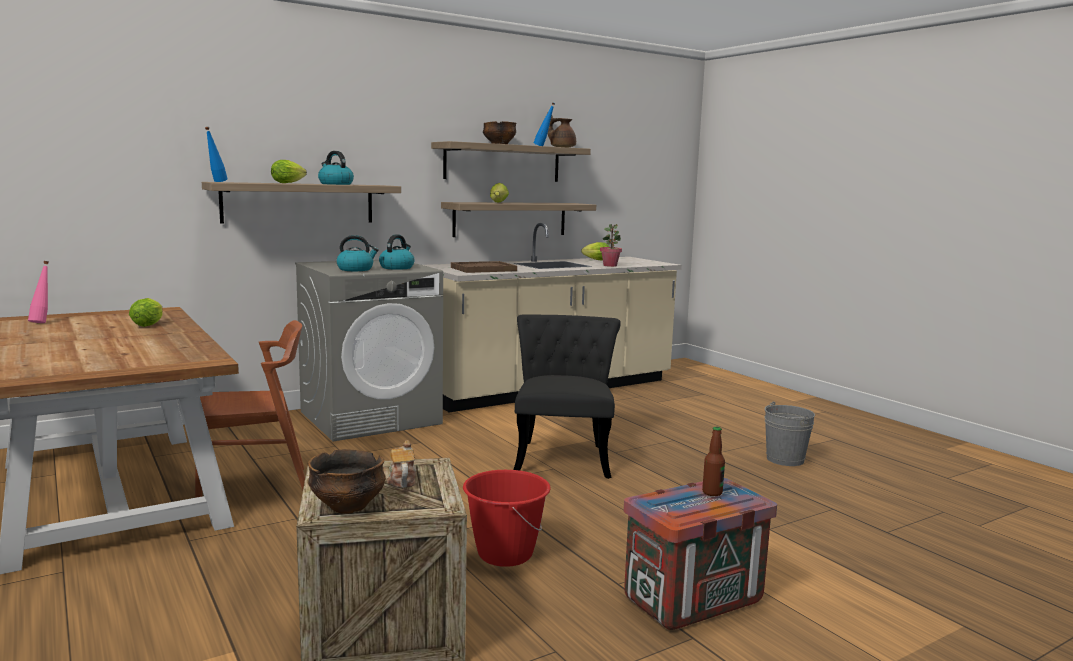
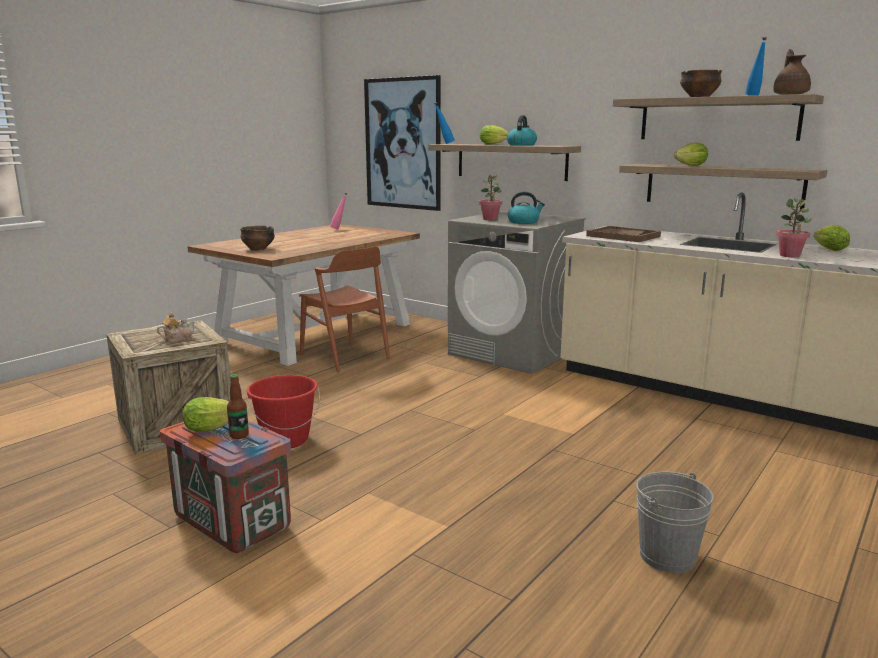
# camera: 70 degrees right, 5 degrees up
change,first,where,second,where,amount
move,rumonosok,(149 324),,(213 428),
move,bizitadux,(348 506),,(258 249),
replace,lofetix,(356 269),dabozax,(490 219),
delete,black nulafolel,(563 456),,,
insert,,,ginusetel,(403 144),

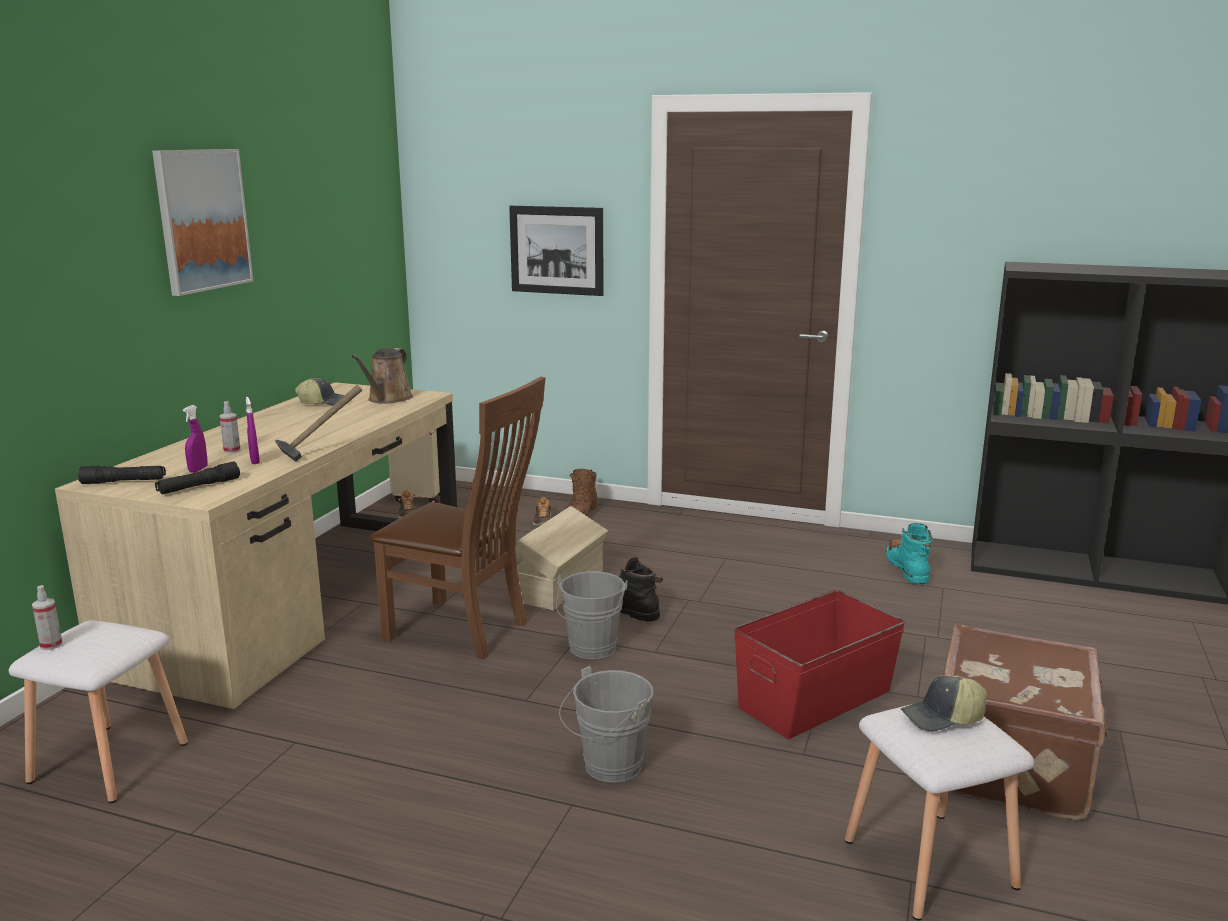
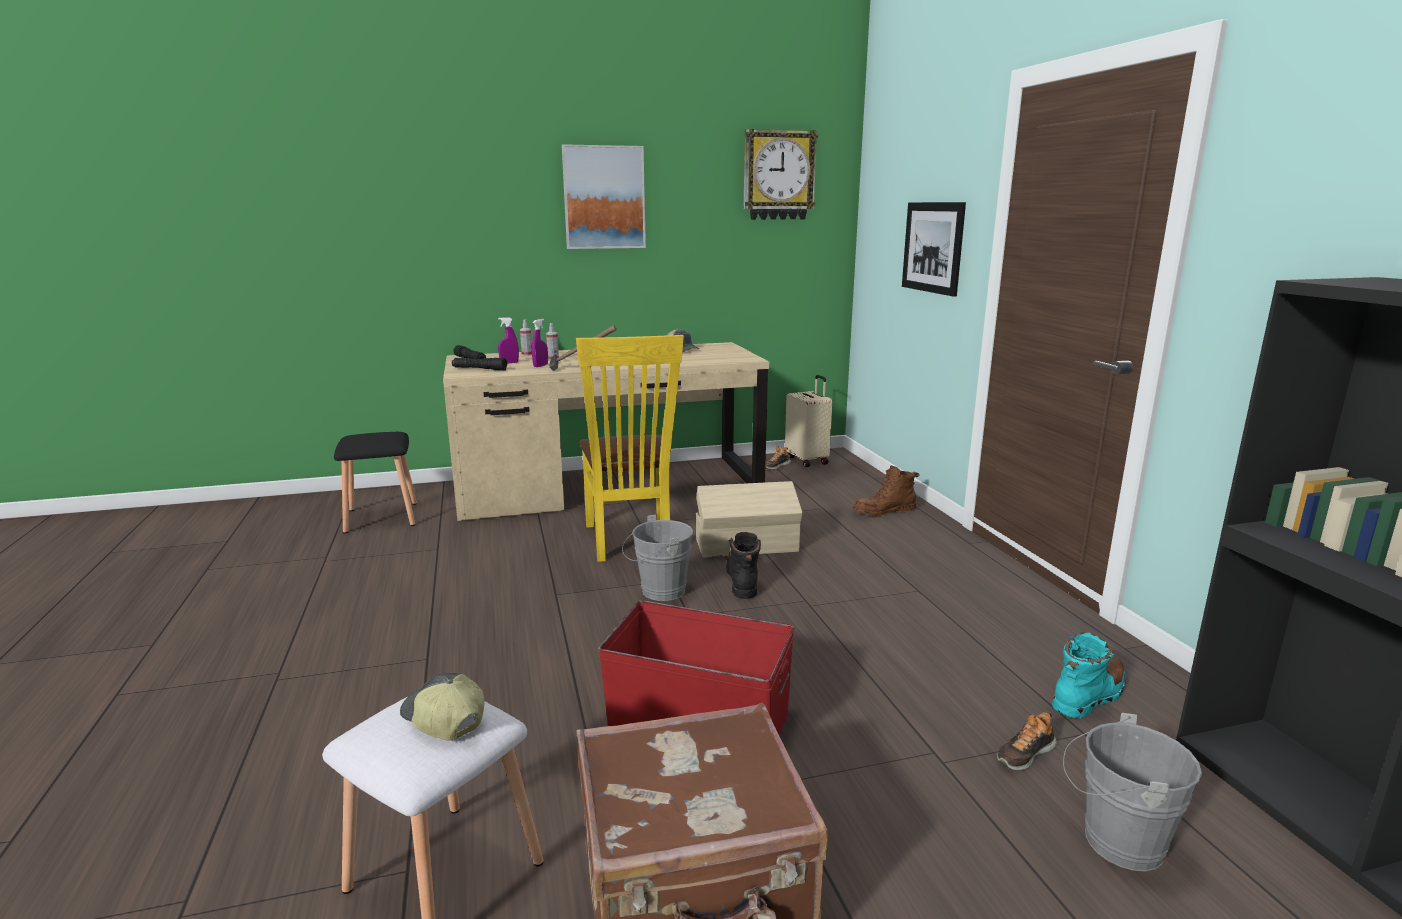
# camera: 55 degrees right, 0 degrees up
change,first,where,second,where,amount
recolor,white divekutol,(110 761),black divekutol,(383 517),
move,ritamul,(51 645),,(527 354),
delete,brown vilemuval,(388 399),,,
recolor,brown nulafolel,(464 631),yellow nulafolel,(630 542),
move,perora,(542 521),,(1024 754),
move,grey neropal,(608 768),,(1114 841),
insert,,,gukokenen,(778 175),

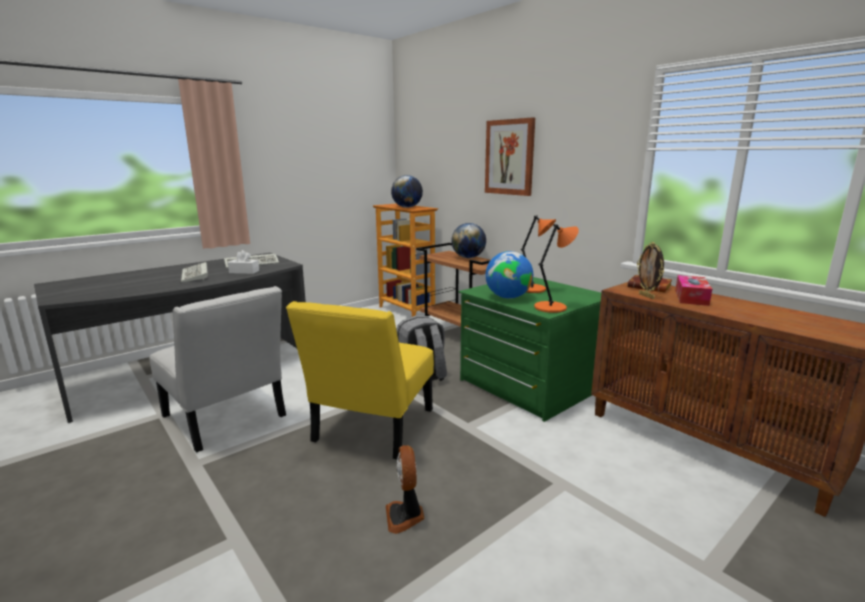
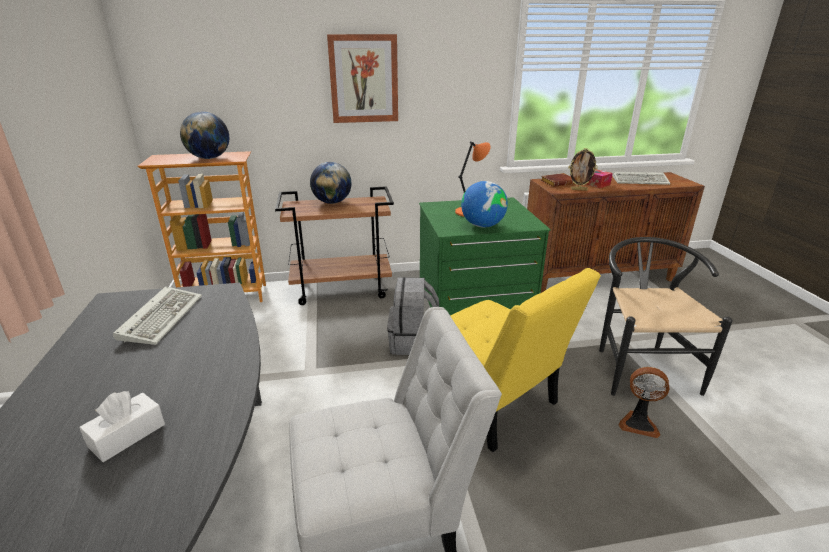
# camera: 60 degrees left, 10 degrees up
change,first,where,second,where,amount
move,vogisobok,(196 275),,(641 181),
move,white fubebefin,(244 271),,(127 435),
delete,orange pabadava,(552 307),,,
insert,,,black nulafolel,(639 366),

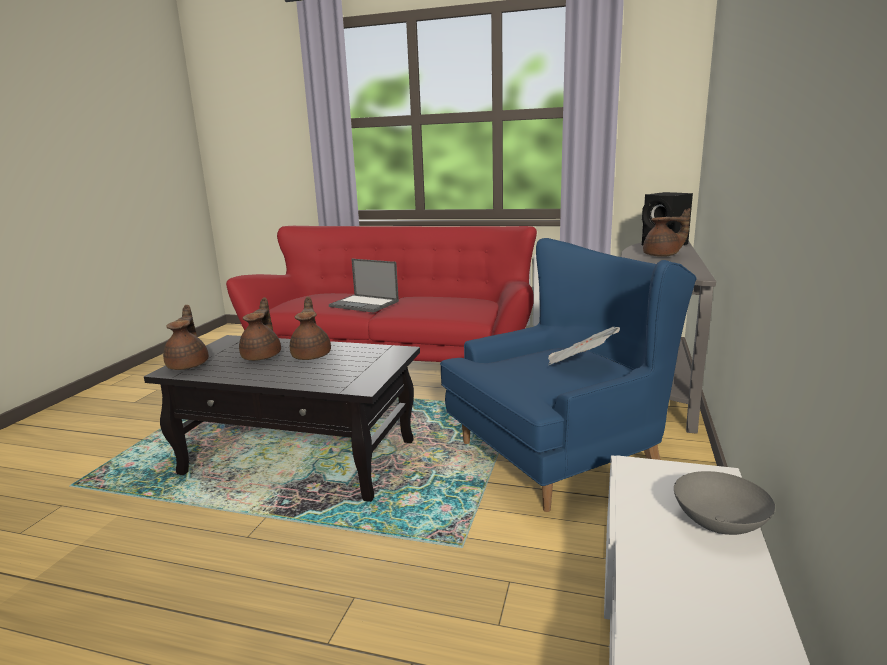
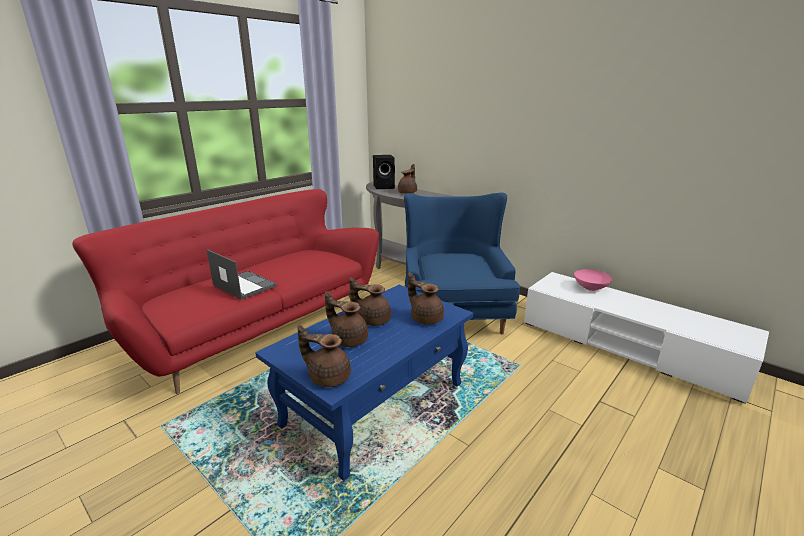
# camera: 65 degrees left, 5 degrees up
change,first,where,second,where,amount
recolor,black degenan,(301 458),blue degenan,(376 403),
rotate,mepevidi,(365 304),,(244 285),105 degrees counterclockwise
delete,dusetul,(579 364),,,
recolor,grey bizitadux,(720 525),pink bizitadux,(590 288),
insert,,,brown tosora,(426 318),

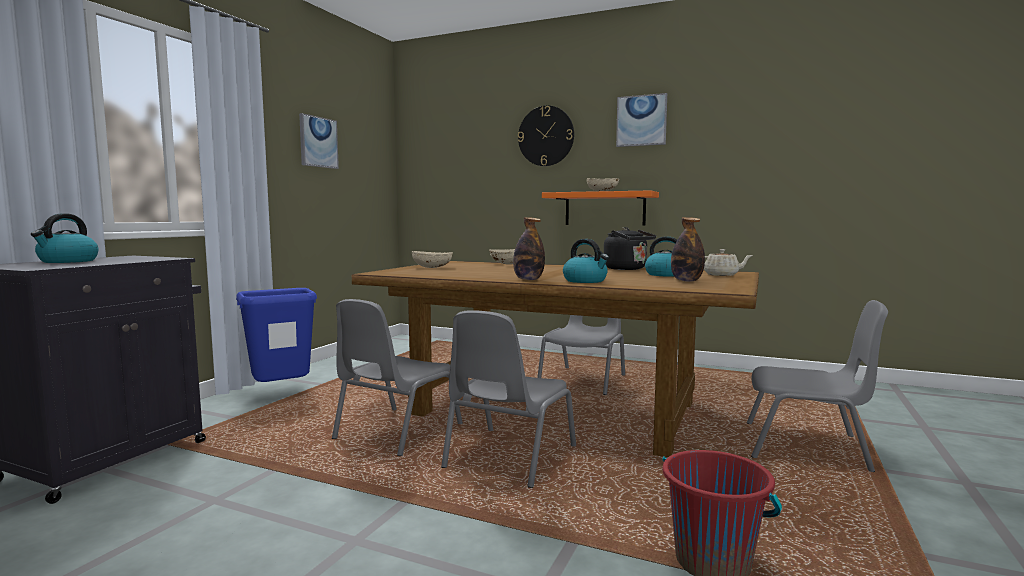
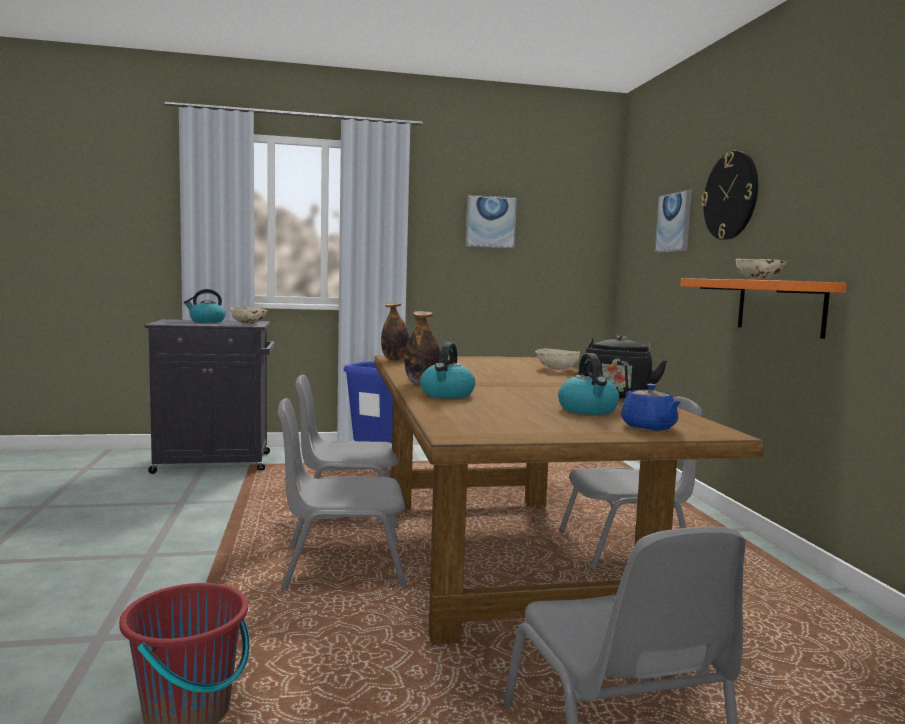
# camera: 55 degrees right, 0 degrees up
change,first,where,second,where,amount
move,beige bizitadux,(432 267),,(249 324),
move,ginusetel,(641 120),,(674 222),
move,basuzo,(686 281),,(395 360),
recolor,beige tosora,(722 275),blue tosora,(649 427),

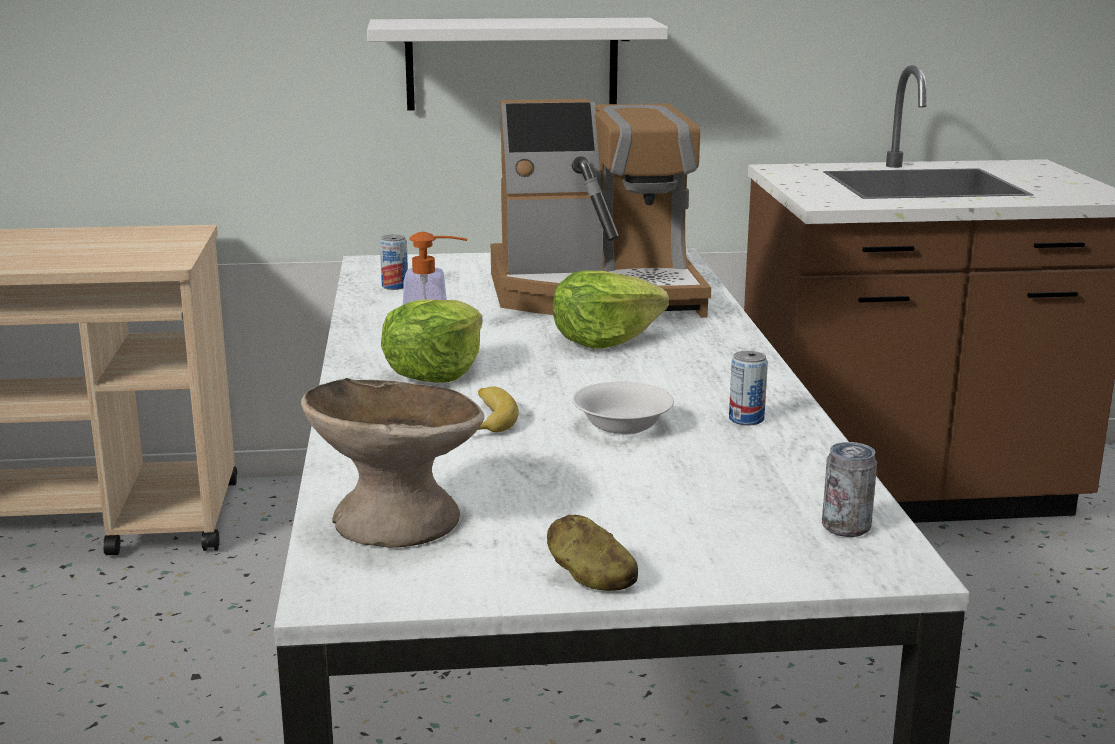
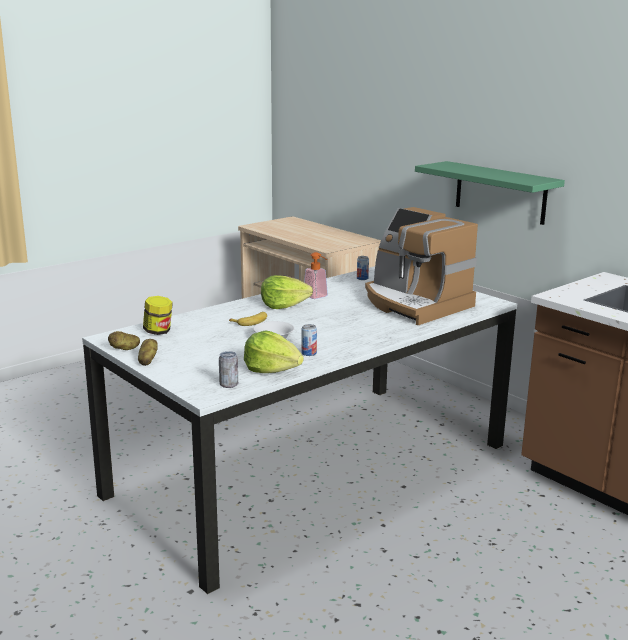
# camera: 55 degrees right, 0 degrees up
change,first,where,second,where,amount
replace,beige bizitadux,(396 520),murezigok,(158 331),
recolor,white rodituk,(512 64),green rodituk,(500 192),
move,rumonosok,(604 339),,(272 369),
insert,,,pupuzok,(125 349),

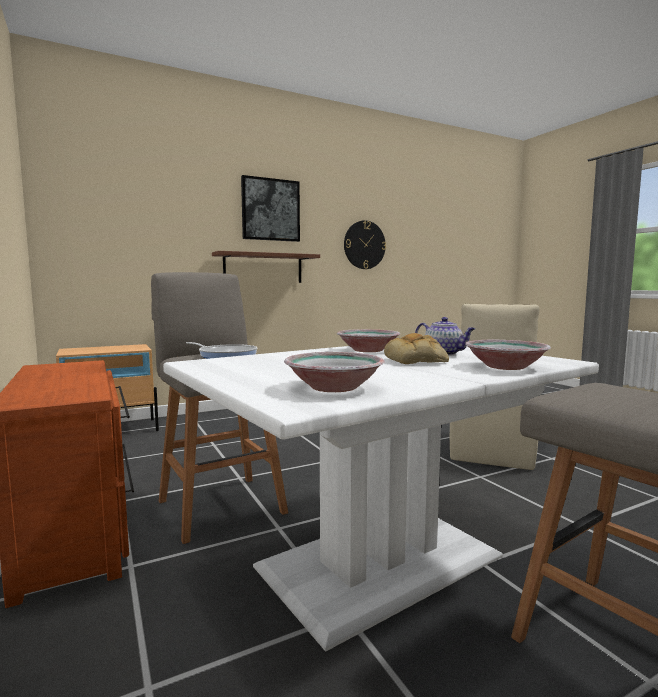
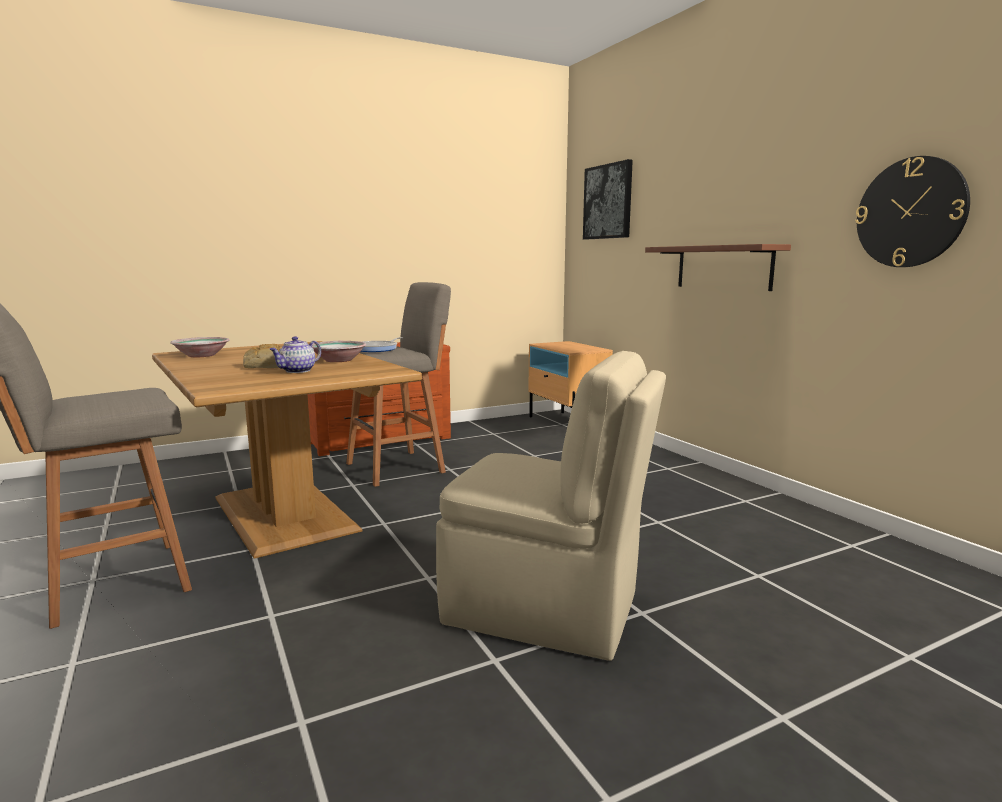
# camera: 90 degrees right, 5 degrees up
change,first,where,second,where,amount
recolor,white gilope,(377 560),brown gilope,(286 513),
move,ginusetel,(270 210),,(608 202),
delete,bizitadux,(504 367),,,

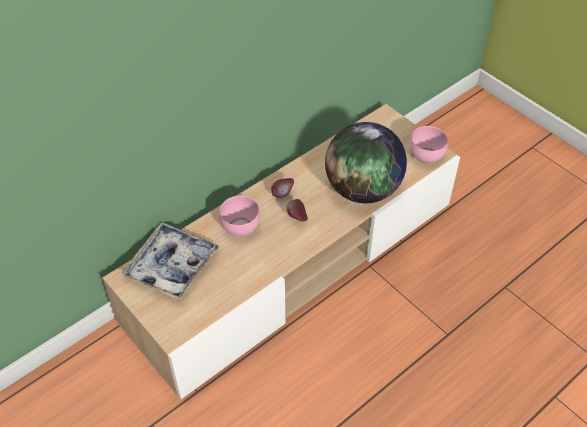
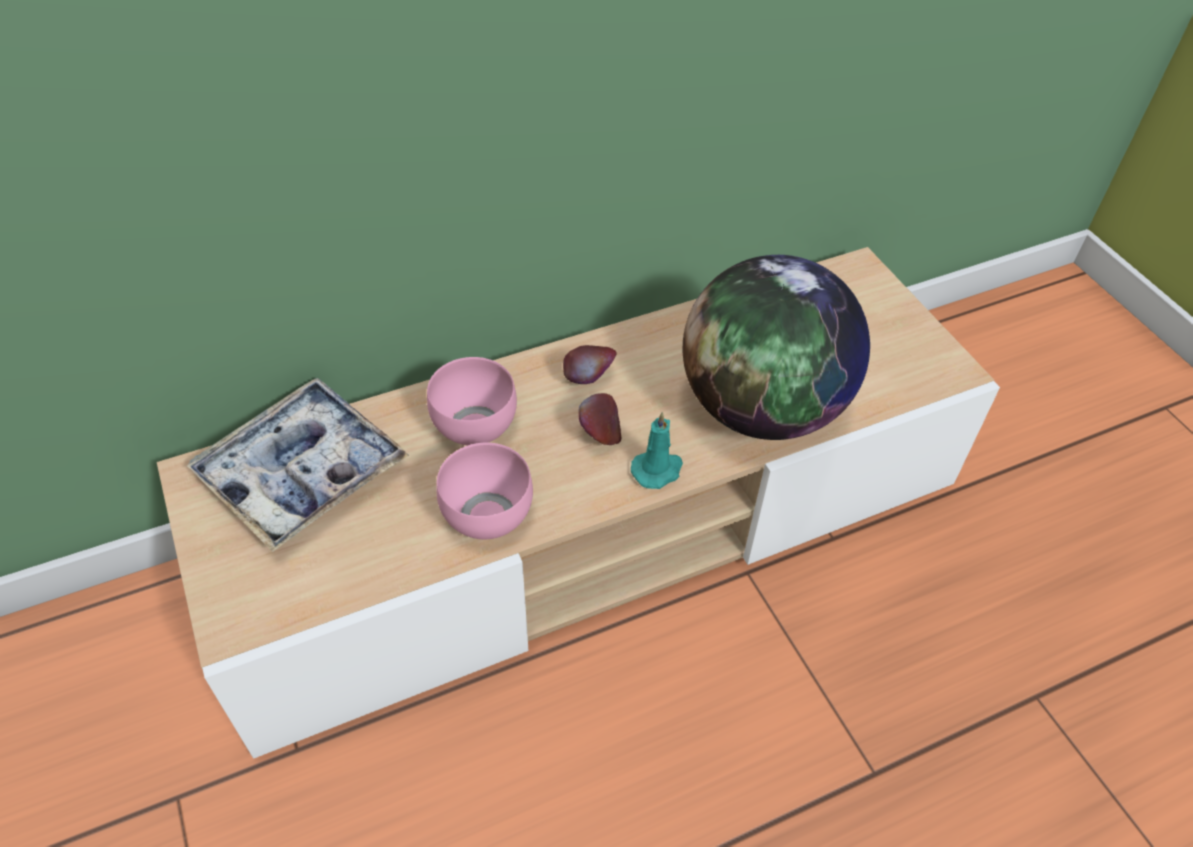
# camera: 15 degrees right, 0 degrees up
change,first,where,second,where,amount
move,pink bizitadux,(427 156),,(491 517),
insert,,,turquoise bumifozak,(658 470),

